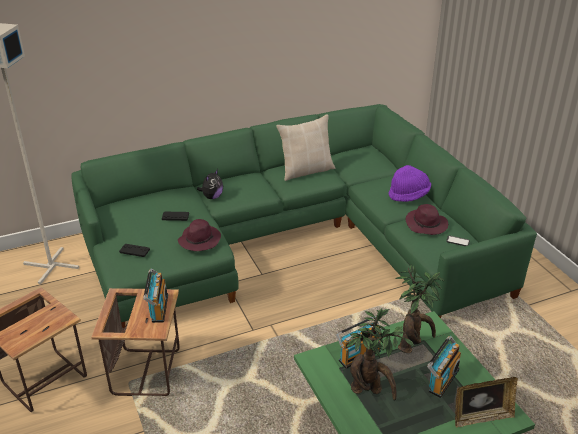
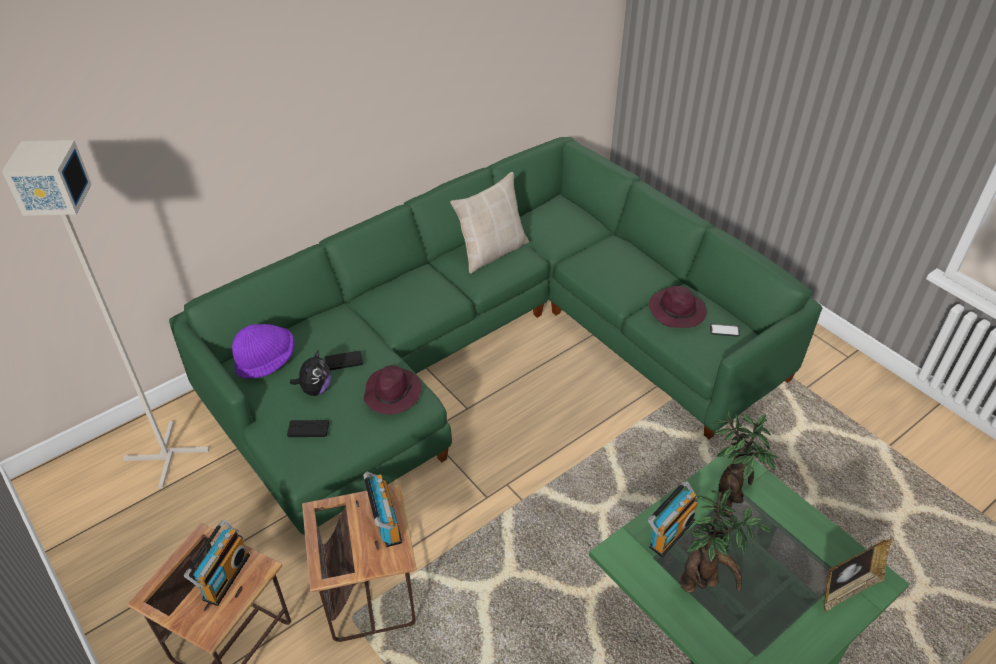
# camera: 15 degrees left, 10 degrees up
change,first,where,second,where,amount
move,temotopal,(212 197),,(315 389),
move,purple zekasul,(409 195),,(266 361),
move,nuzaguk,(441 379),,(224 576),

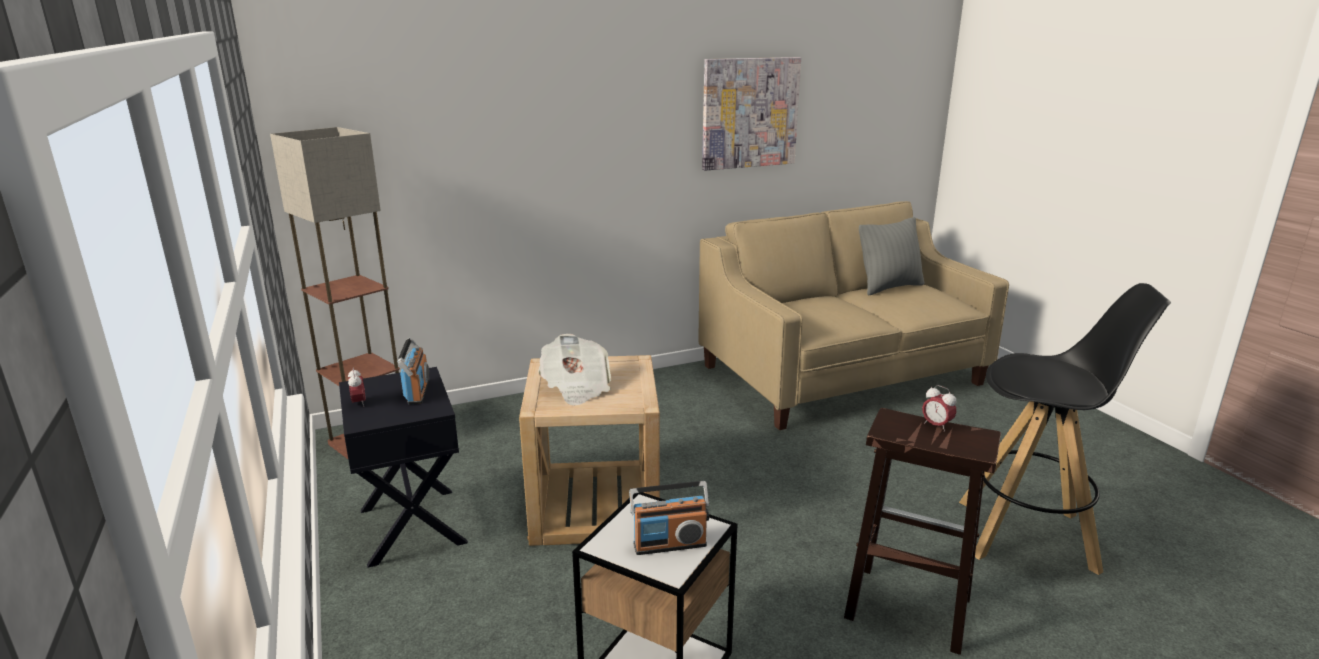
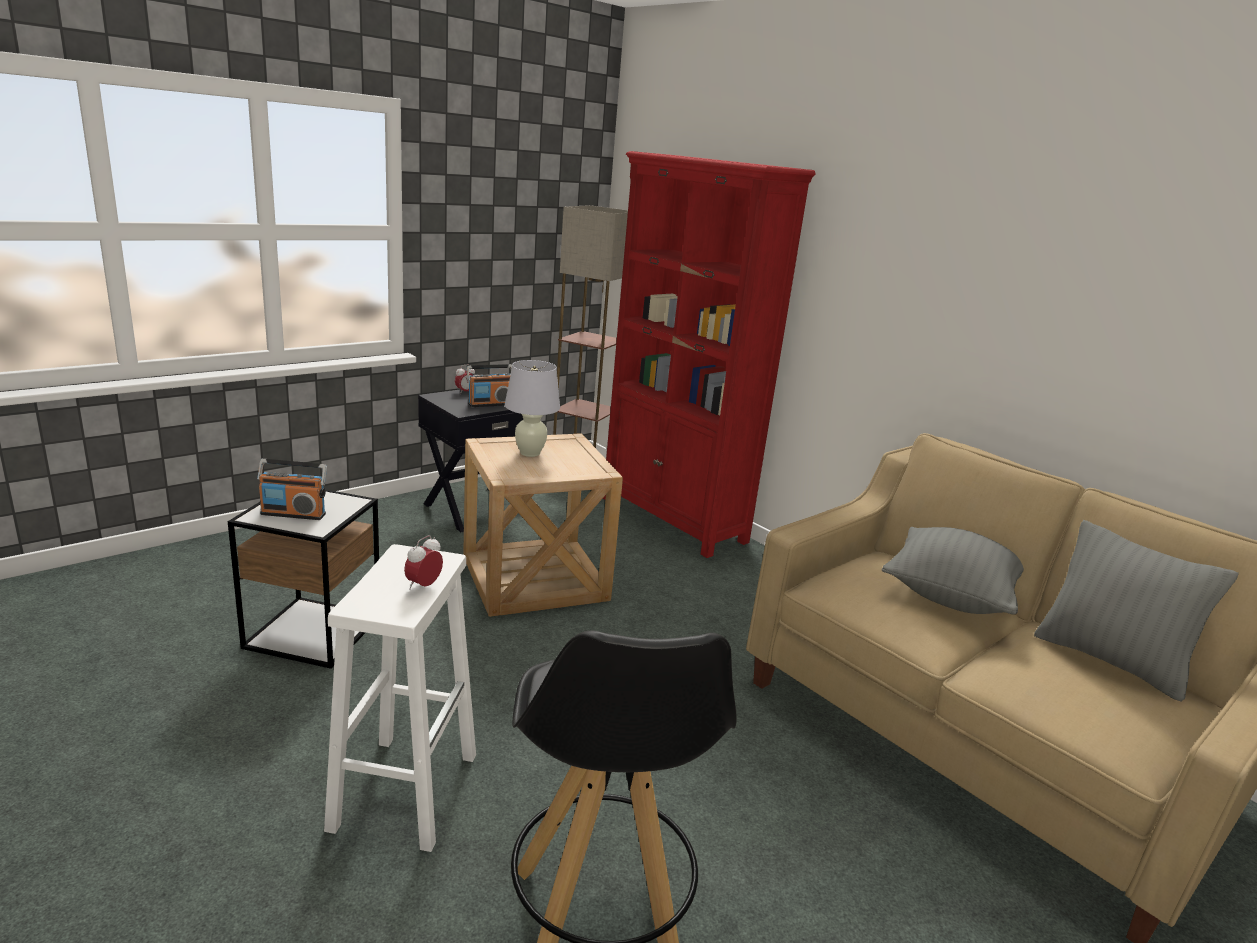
# camera: 70 degrees right, 0 degrees up
change,first,where,second,where,amount
replace,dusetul,(576 388),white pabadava,(530 453),
rotate,nuzaguk,(669 544),,(293 514),60 degrees counterclockwise
delete,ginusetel,(749 113),,,
recolor,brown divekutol,(905 607),white divekutol,(405 789),
insert,,,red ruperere,(673 519),
insert,,,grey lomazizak,(949 596),

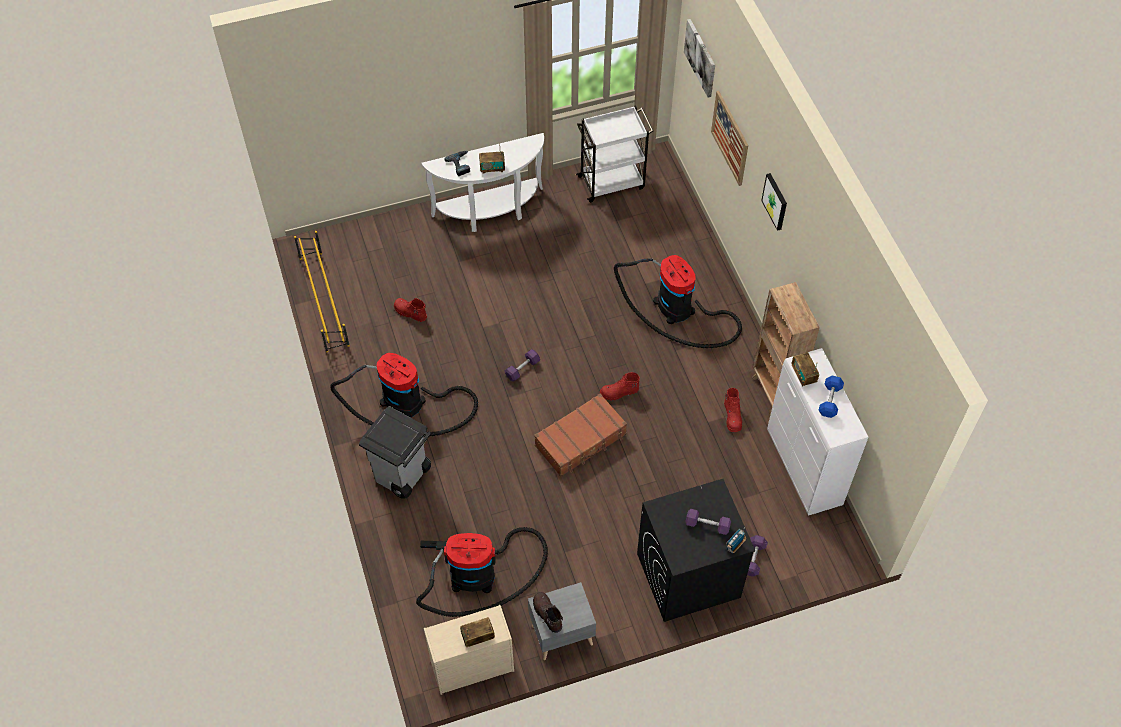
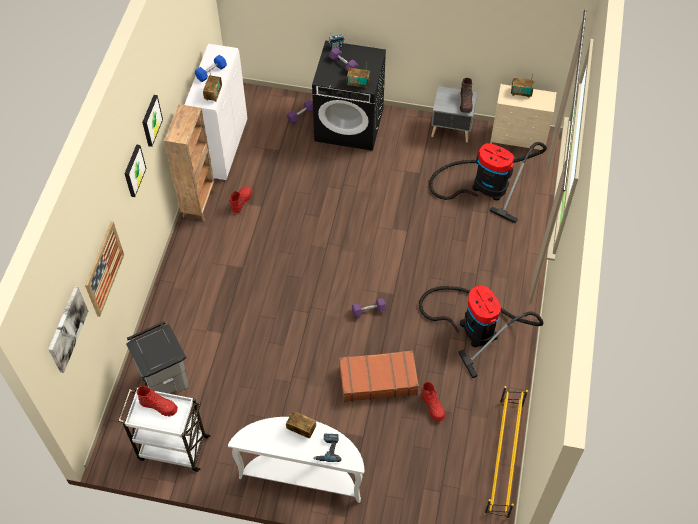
# camera: 150 degrees left, 0 degrees up
change,first,where,second,where,amount
move,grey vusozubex,(402 476),,(166 380),
move,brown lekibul,(581 440),,(377 380),
move,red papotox,(619 392),,(159 406),
delete,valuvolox,(677 310),,,
insert,,,ginusetel,(151 120),
insert,,,nuzaguk,(358 83),

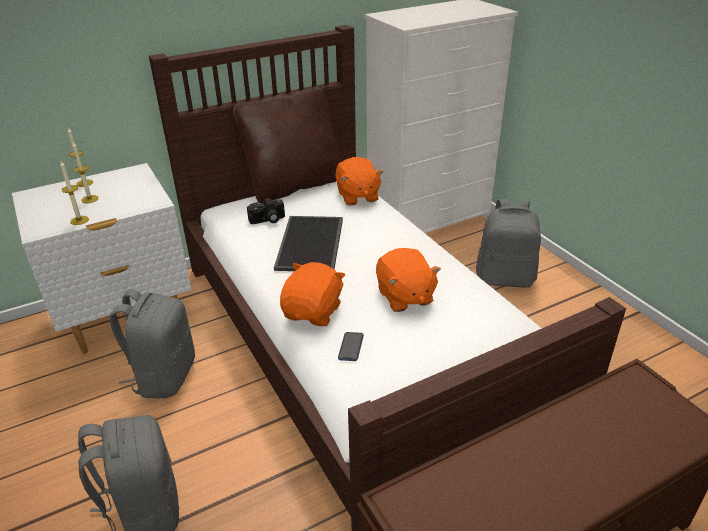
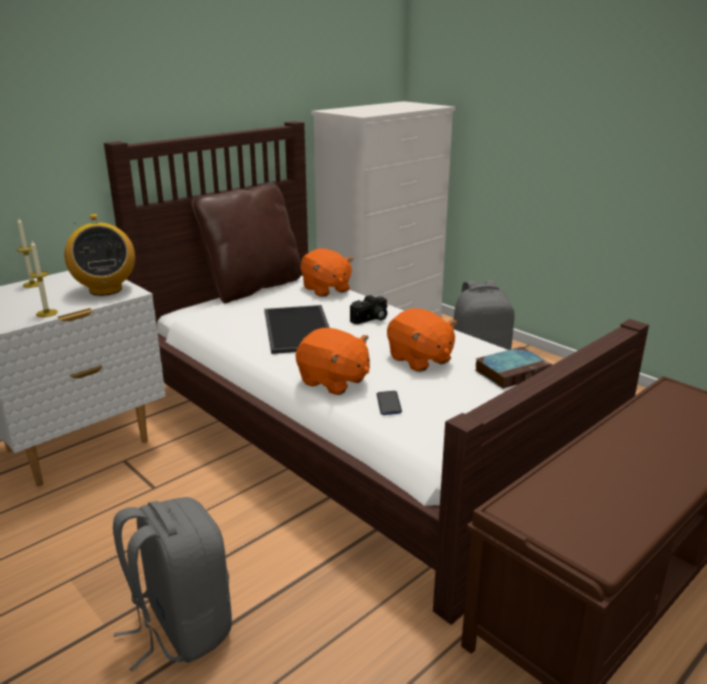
# camera: 15 degrees left, 10 degrees down
change,first,where,second,where,amount
delete,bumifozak,(90 199),,,
delete,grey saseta,(164 376),,,
move,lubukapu,(267 220),,(371 319),
rotate,orange temotopal,(314 312),,(333 381),120 degrees clockwise
insert,,,nuzaguk,(105 290),
insert,,,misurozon,(513 372),

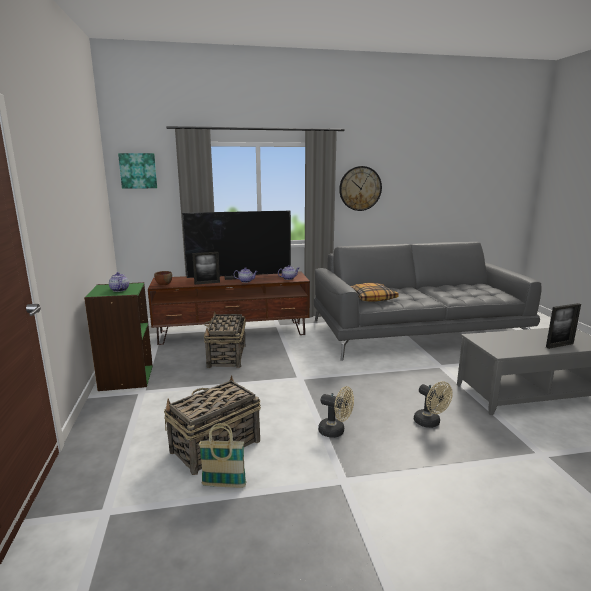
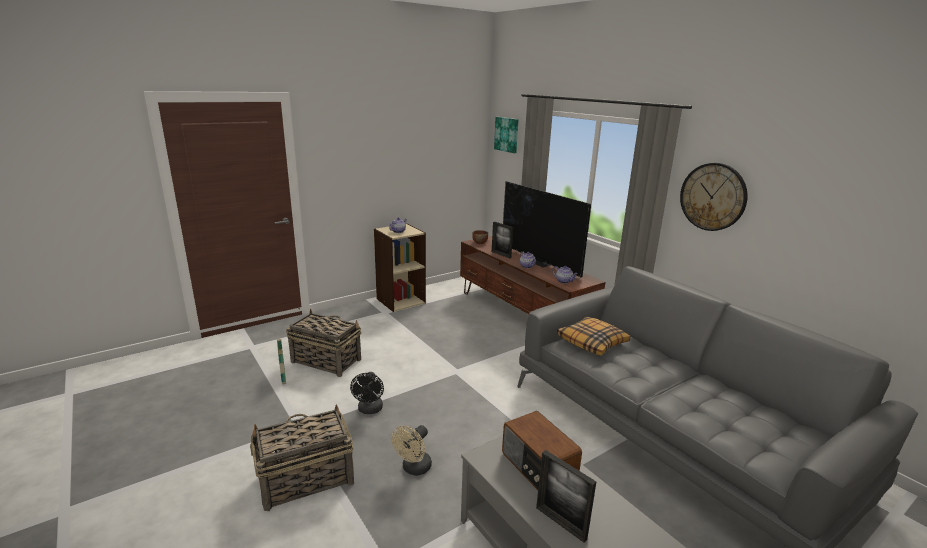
# camera: 65 degrees right, 5 degrees up
change,first,where,second,where,amount
recolor,green ruperere,(125 378),beige ruperere,(400 301),
move,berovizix,(226 356),,(305 479),
recolor,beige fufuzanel,(335 431),black fufuzanel,(370 410),
insert,,,nuzaguk,(537 467),

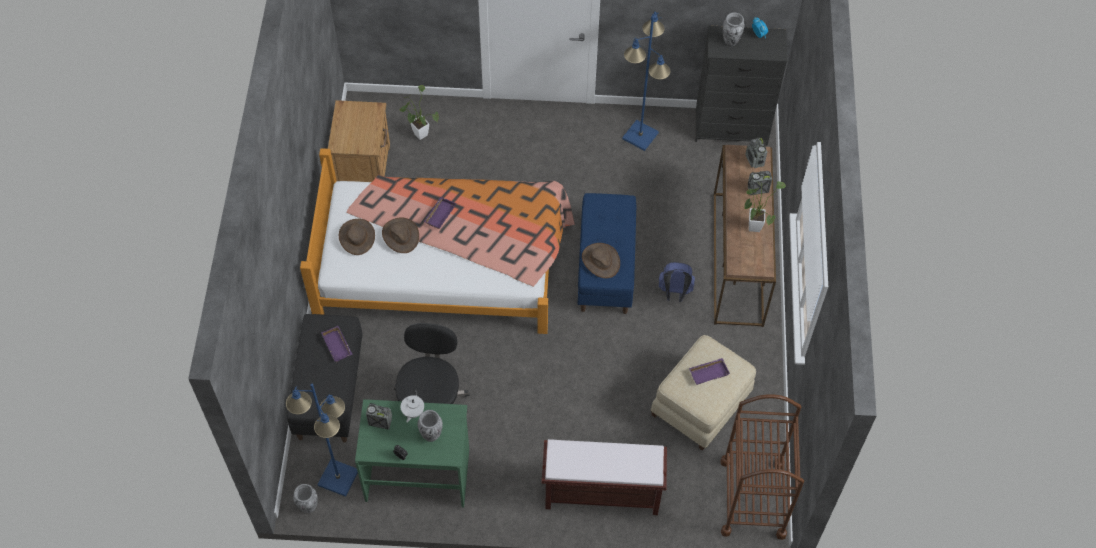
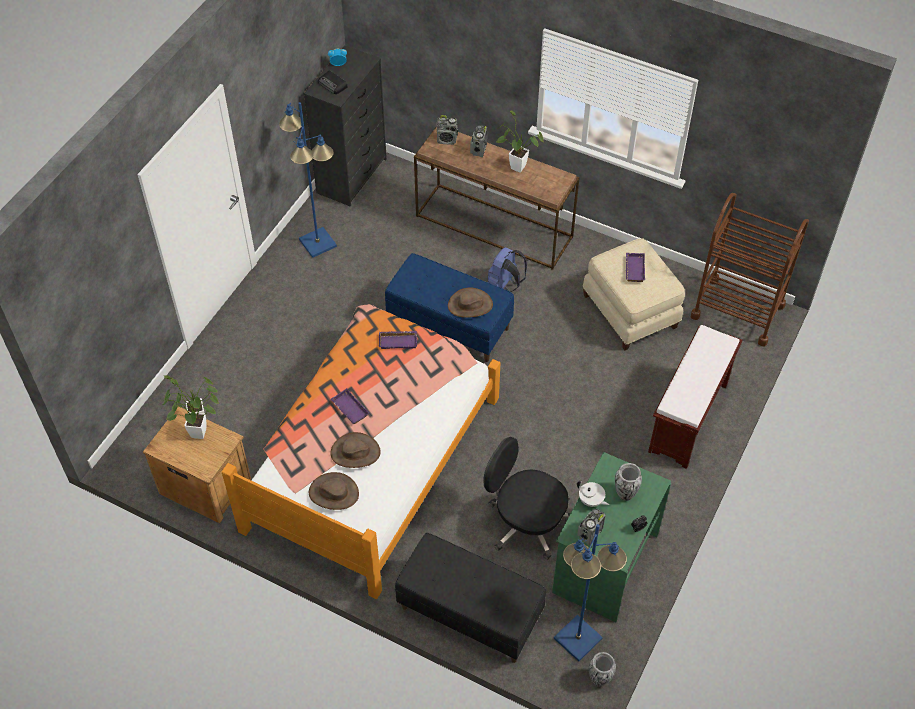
# camera: 65 degrees left, 5 degrees down
change,first,where,second,where,amount
move,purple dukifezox,(338 345),,(398 341),
replace,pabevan,(731 41),nuzaguk,(333 85),
insert,,,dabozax,(195 433),

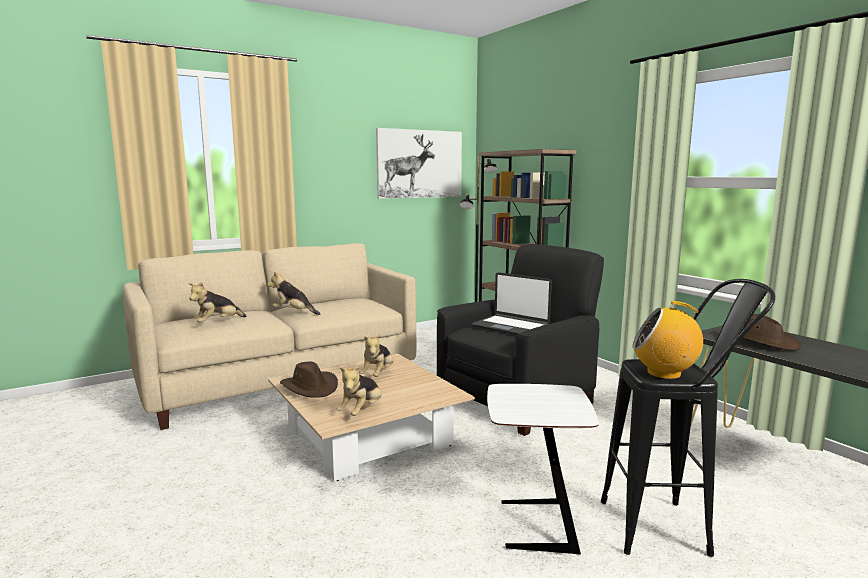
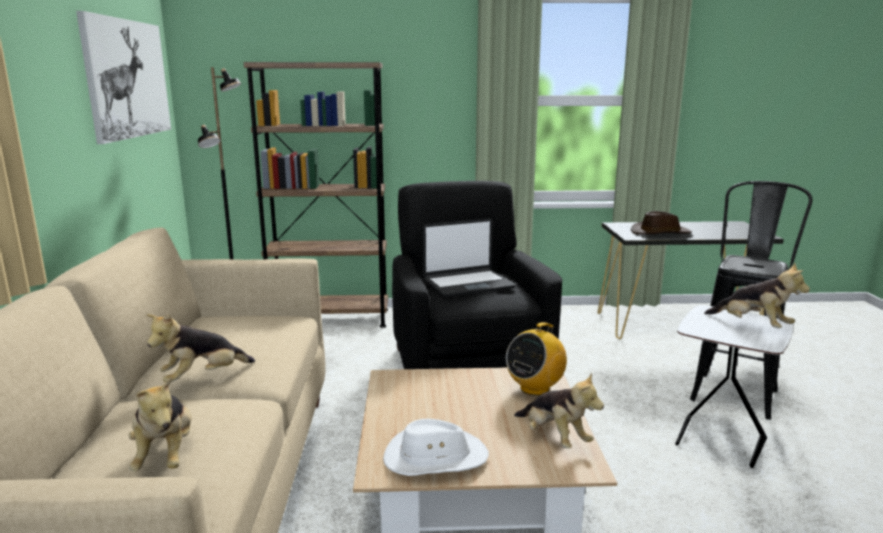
# camera: 60 degrees left, 5 degrees up
change,first,where,second,where,amount
recolor,brown zekasul,(310 387),white zekasul,(435 457),
move,temotopal,(378 374),,(752 325),
move,nuzaguk,(664 374),,(534 388),

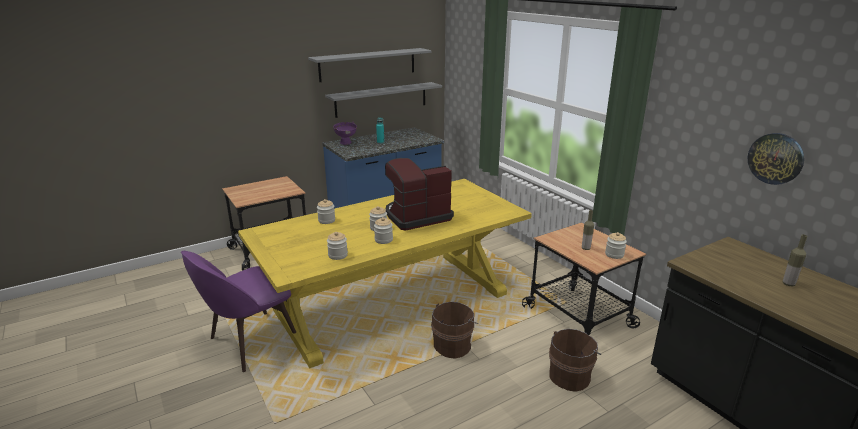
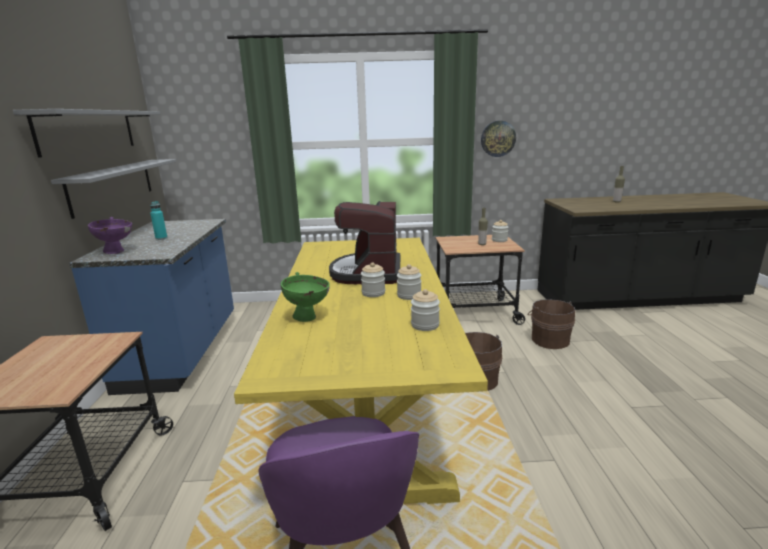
# camera: 60 degrees left, 5 degrees down
change,first,where,second,where,amount
replace,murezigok,(326 220),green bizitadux,(307 317),
move,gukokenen,(775 158),,(498 138),

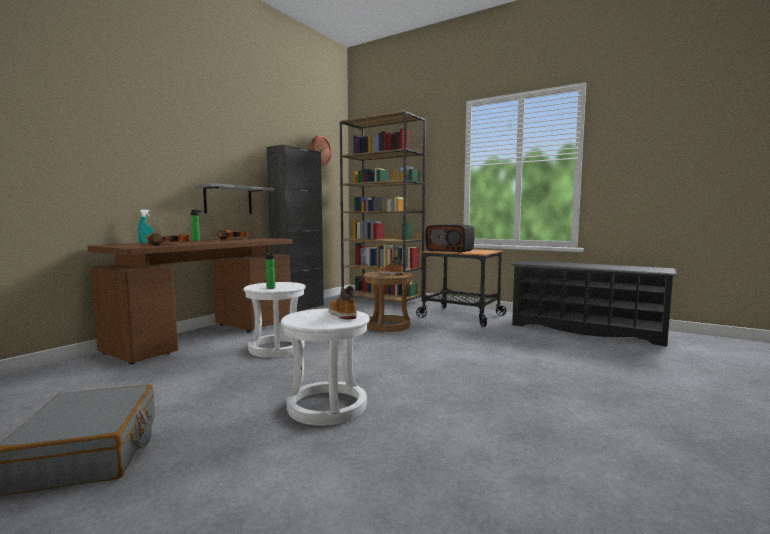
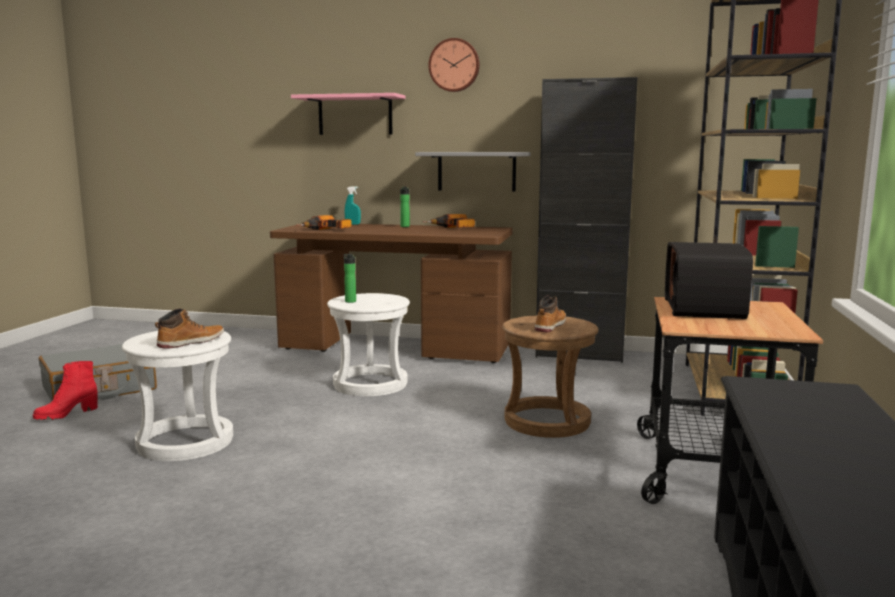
# camera: 70 degrees right, 5 degrees up
change,first,where,second,where,amount
move,gukokenen,(319 150),,(454 65),
insert,,,red papotox,(66 414),
insert,,,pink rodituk,(355 115),

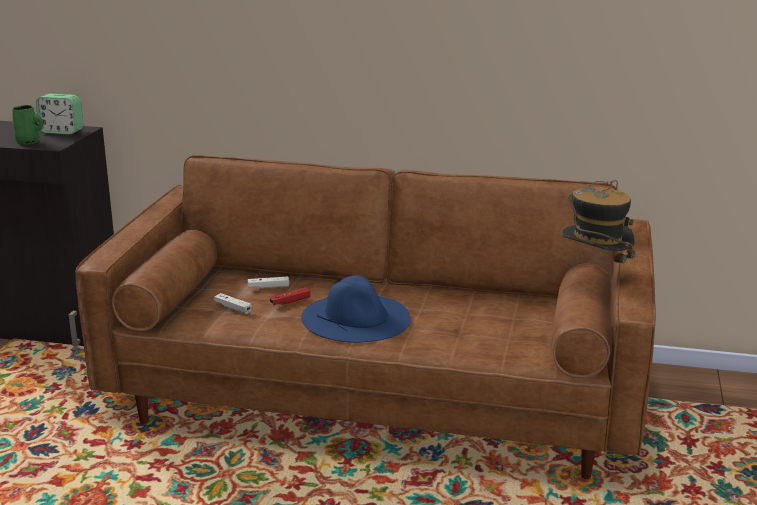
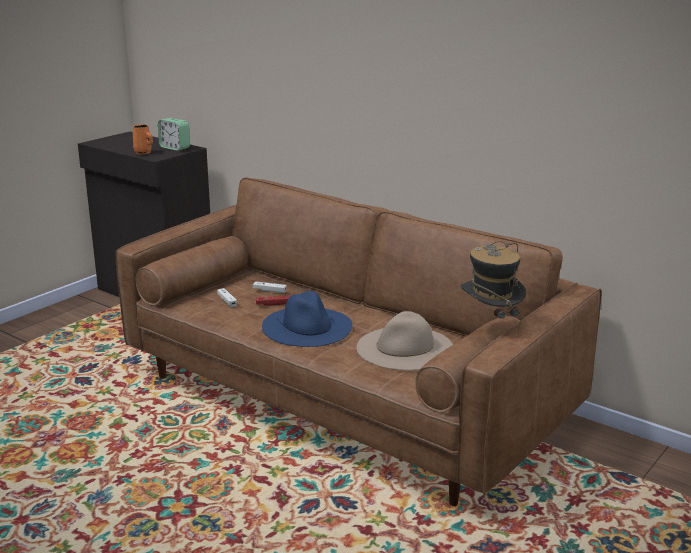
# camera: 25 degrees right, 0 degrees up
change,first,where,second,where,amount
recolor,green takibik,(29 142),orange takibik,(144 153),
insert,,,beige zekasul,(405 348),

